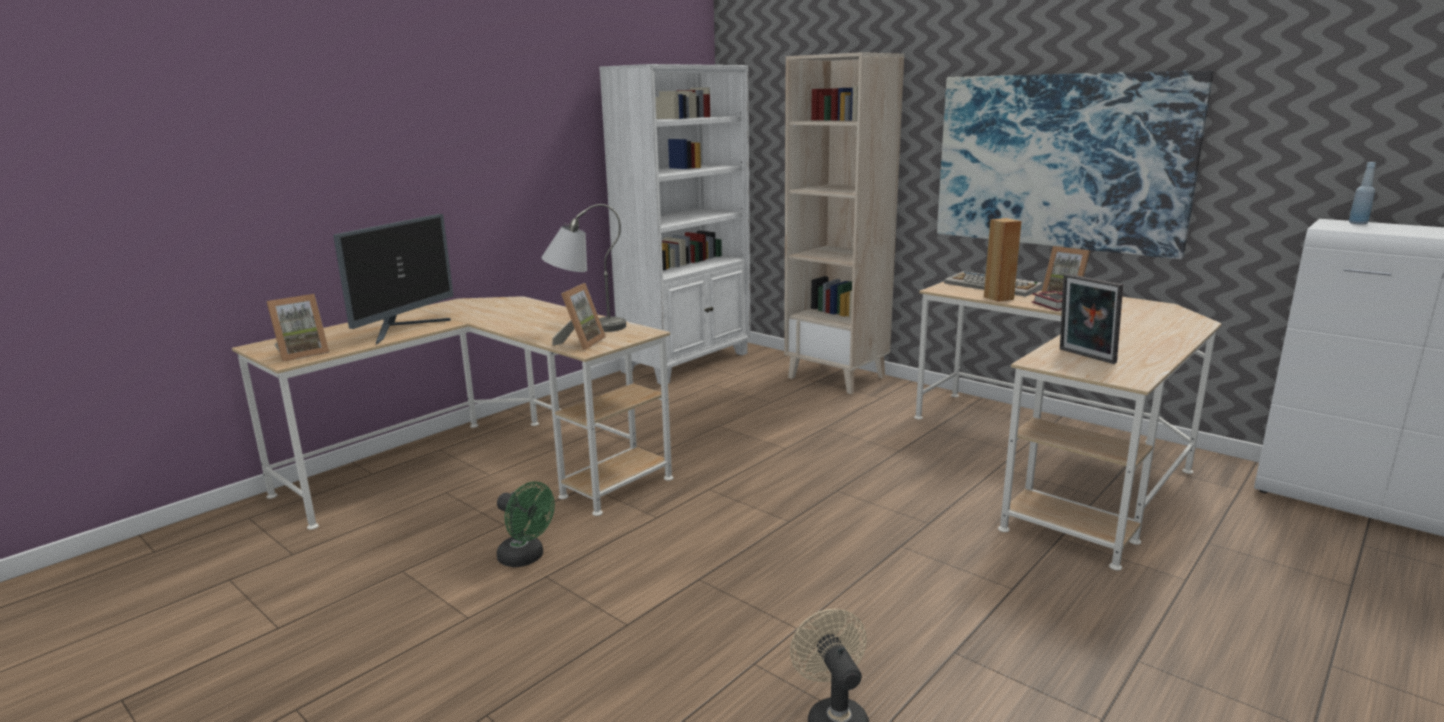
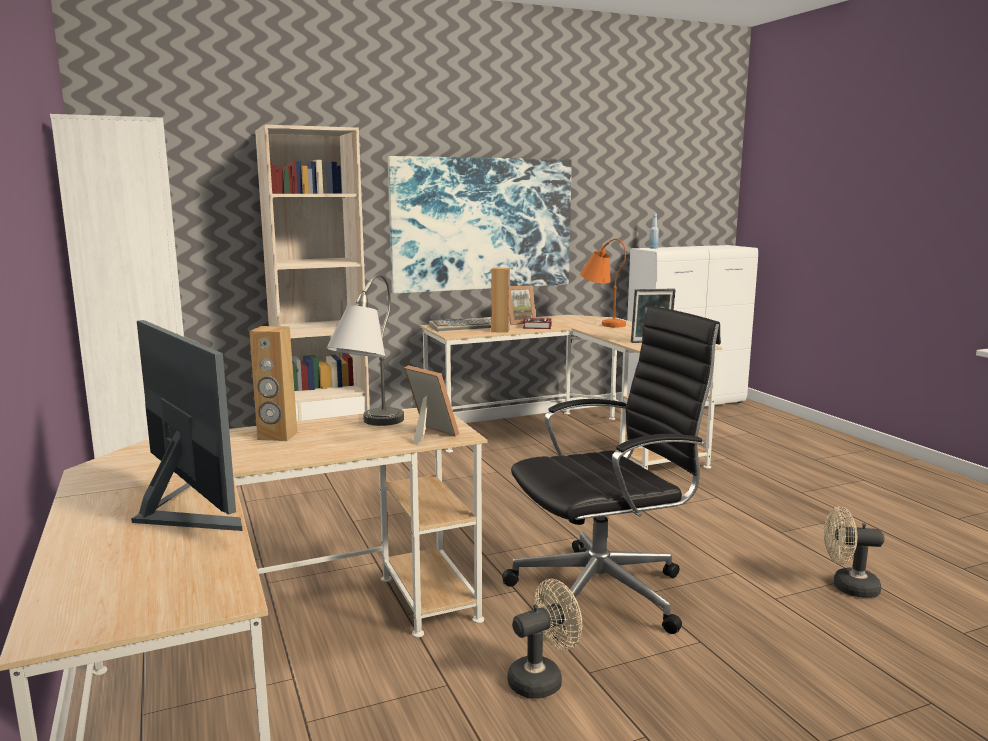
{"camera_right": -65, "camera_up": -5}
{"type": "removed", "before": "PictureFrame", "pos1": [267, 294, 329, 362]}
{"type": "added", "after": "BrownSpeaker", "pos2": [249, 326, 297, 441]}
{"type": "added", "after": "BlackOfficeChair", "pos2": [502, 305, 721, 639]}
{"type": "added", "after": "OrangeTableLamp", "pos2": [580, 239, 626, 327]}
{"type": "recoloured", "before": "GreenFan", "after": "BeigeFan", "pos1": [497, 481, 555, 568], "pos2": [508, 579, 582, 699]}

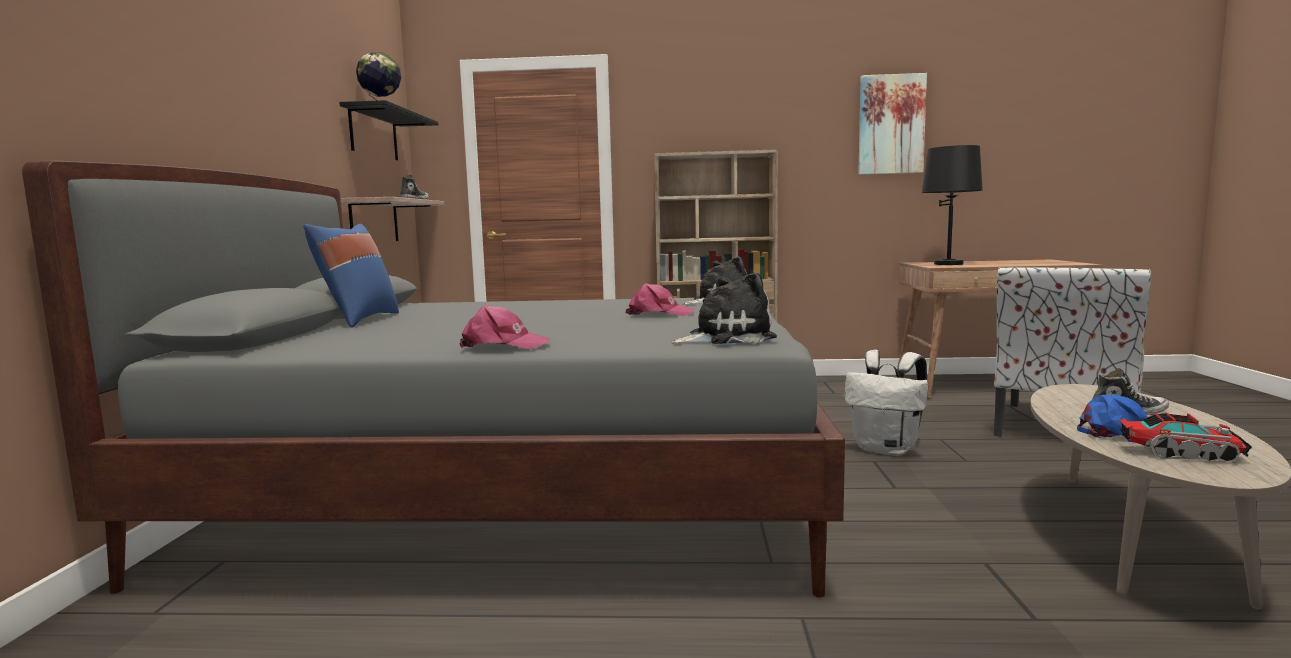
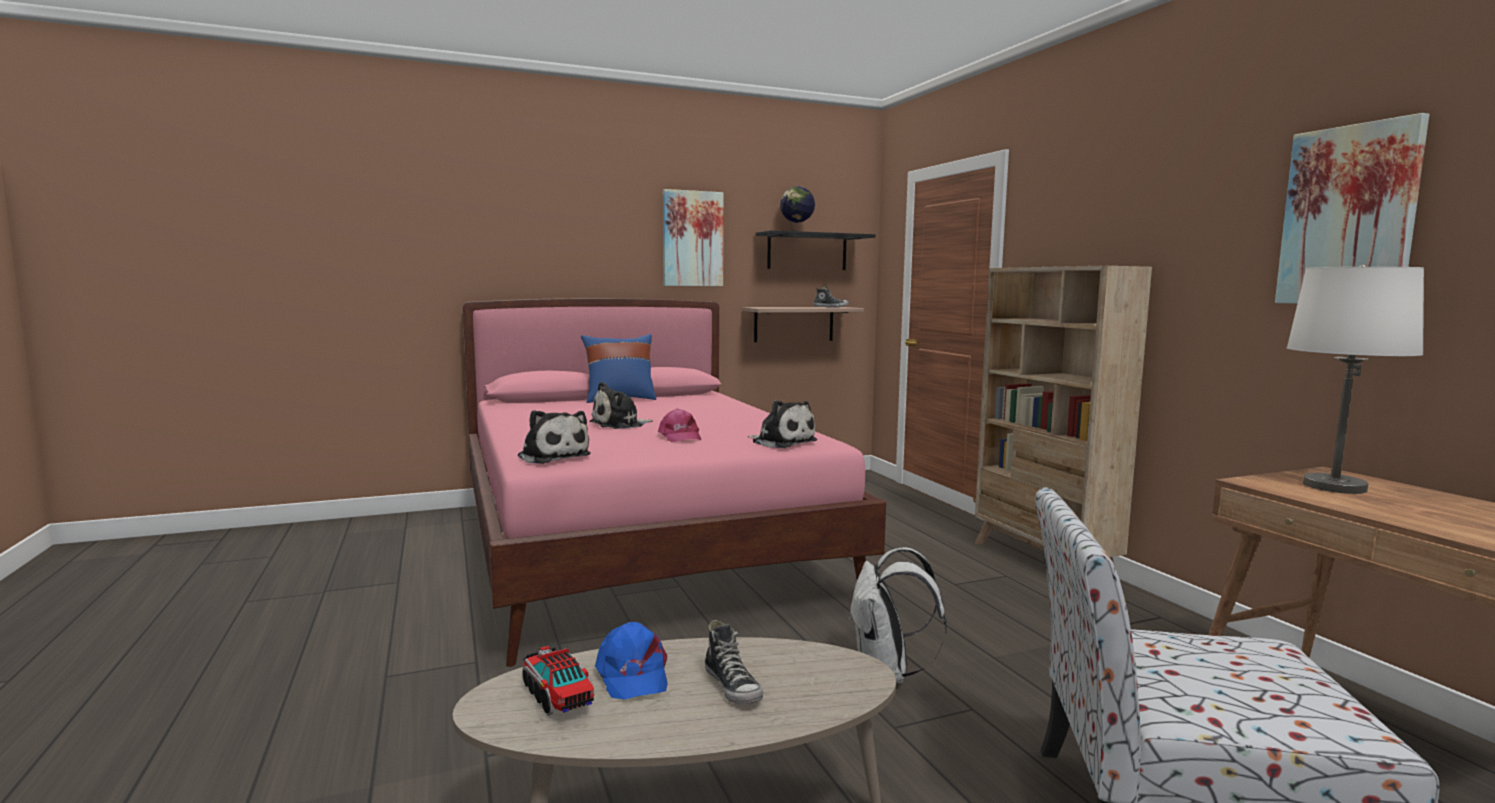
{"camera_right": 65, "camera_up": 0}
{"type": "removed", "before": "PinkCap", "pos1": [459, 305, 550, 349]}
{"type": "added", "after": "PlushToy", "pos2": [589, 382, 653, 429]}
{"type": "added", "after": "Picture", "pos2": [663, 189, 724, 286]}
{"type": "recoloured", "before": "GreyBed", "after": "PinkBed", "pos1": [22, 160, 845, 598], "pos2": [463, 298, 886, 667]}
{"type": "recoloured", "before": "BlackTableLamp", "after": "WhiteTableLamp", "pos1": [922, 145, 983, 265], "pos2": [1287, 264, 1424, 494]}
{"type": "turned", "before": "ToyTruck", "pos1": [1120, 413, 1252, 461], "pos2": [522, 646, 594, 716], "turn": 150}

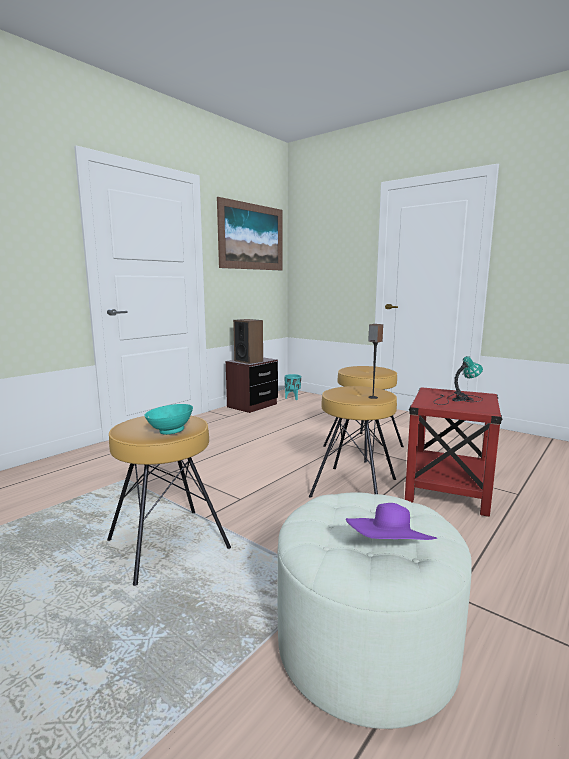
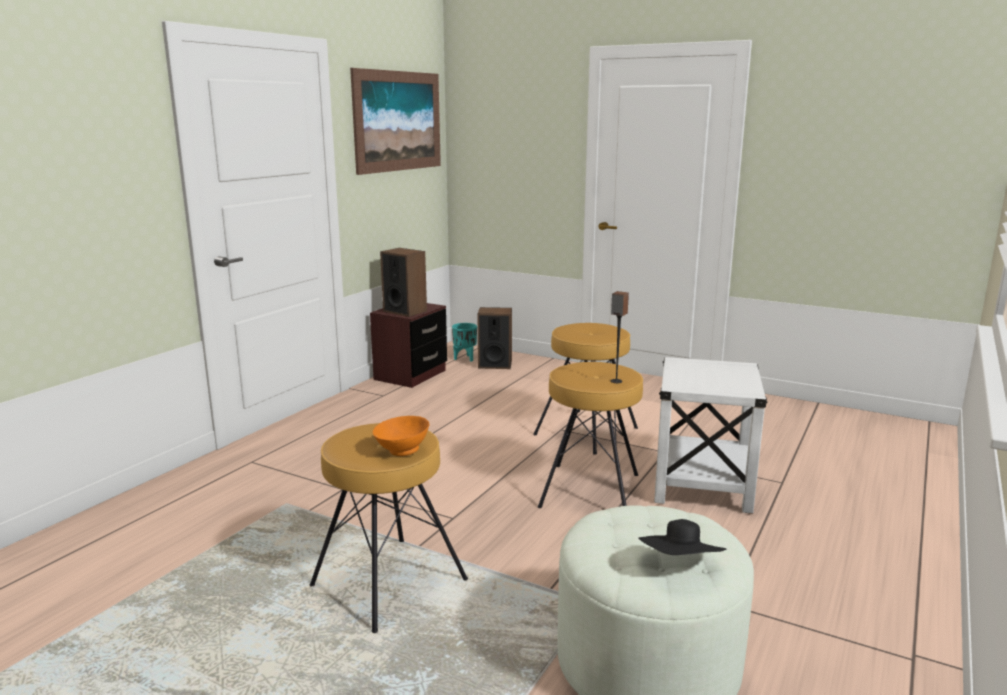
{"camera_right": -10, "camera_up": 5}
{"type": "removed", "before": "TableLamp", "pos1": [434, 356, 483, 405]}
{"type": "added", "after": "Speaker", "pos2": [478, 307, 512, 369]}
{"type": "recoloured", "before": "TurquoiseBowl", "after": "OrangeBowl", "pos1": [144, 404, 193, 435], "pos2": [373, 416, 430, 456]}
{"type": "recoloured", "before": "PurpleHat", "after": "BlackHat", "pos1": [346, 503, 437, 540], "pos2": [638, 519, 726, 555]}
{"type": "recoloured", "before": "RedSideTable", "after": "WhiteSideTable", "pos1": [405, 387, 503, 517], "pos2": [654, 357, 767, 514]}

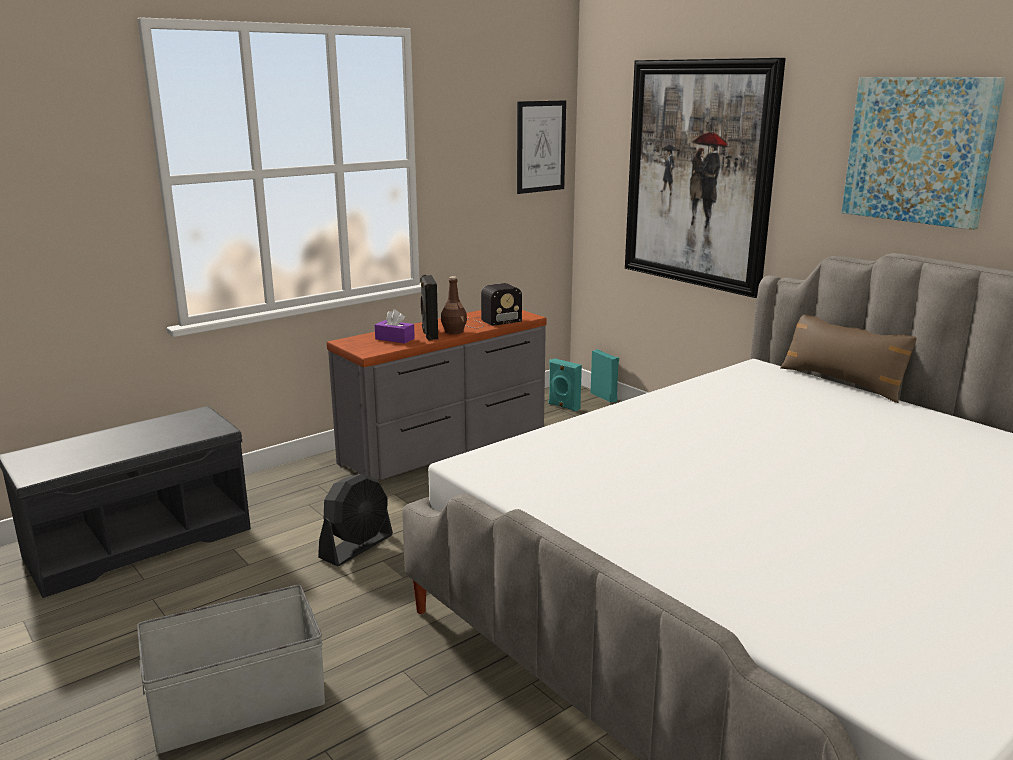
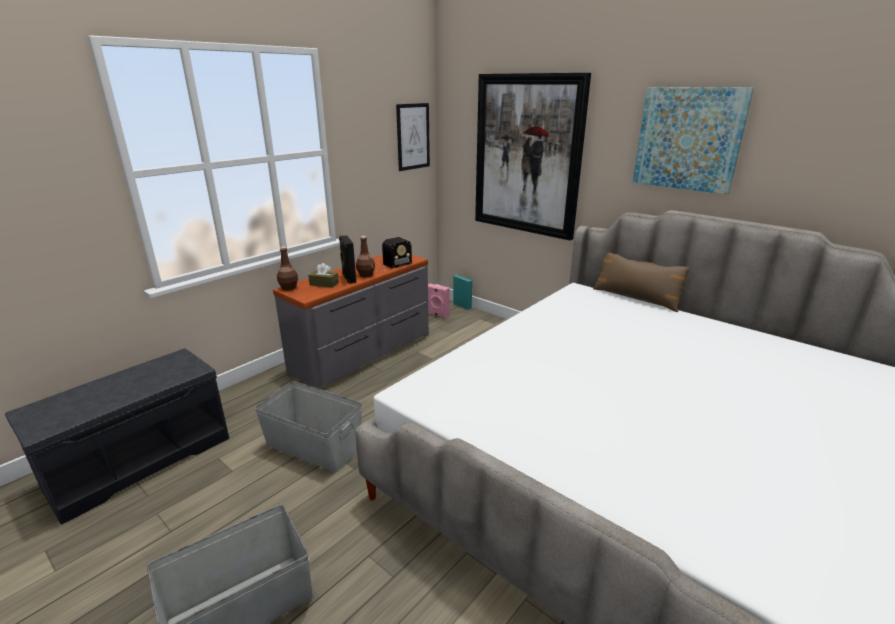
{"camera_right": -10, "camera_up": 5}
{"type": "added", "after": "BrownBottle", "pos2": [277, 246, 298, 291]}
{"type": "replaced", "before": "BlackFan", "after": "GreyStorageBox", "pos1": [318, 474, 393, 567], "pos2": [254, 381, 362, 473]}
{"type": "recoloured", "before": "PurpleTissueBox", "after": "BrownTissueBox", "pos1": [375, 309, 415, 344], "pos2": [308, 263, 339, 288]}
{"type": "recoloured", "before": "TurquoiseSpeaker", "after": "PinkSpeaker", "pos1": [549, 358, 582, 411], "pos2": [428, 284, 449, 319]}

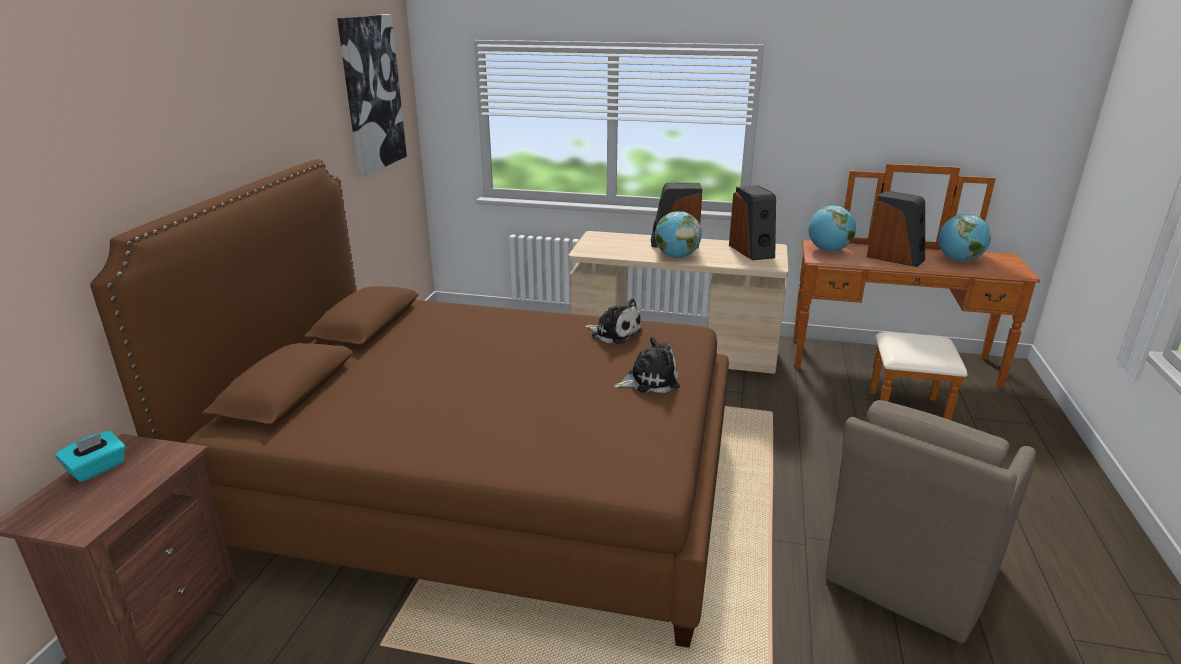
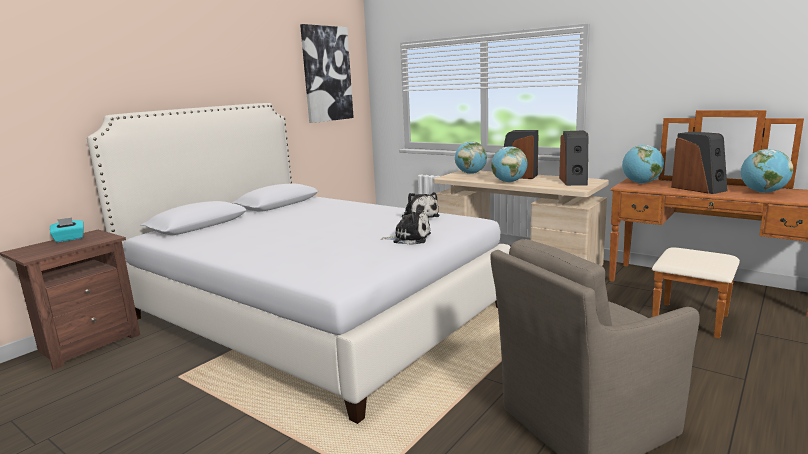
{"camera_right": 25, "camera_up": -10}
{"type": "added", "after": "Globe", "pos2": [455, 141, 487, 174]}
{"type": "recoloured", "before": "BrownBed", "after": "WhiteBed", "pos1": [90, 159, 729, 648], "pos2": [87, 103, 511, 424]}

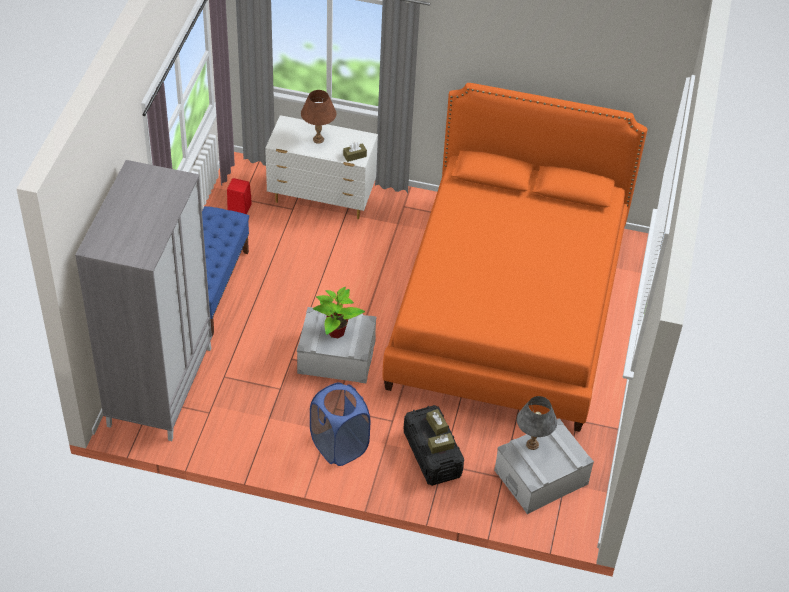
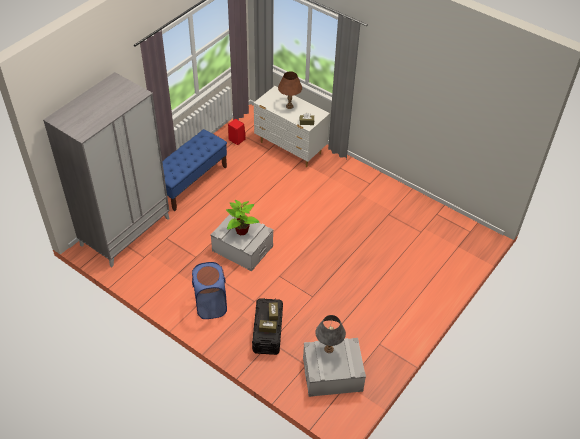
{"camera_right": 25, "camera_up": 0}
{"type": "removed", "before": "OrangeBed", "pos1": [382, 83, 648, 432]}

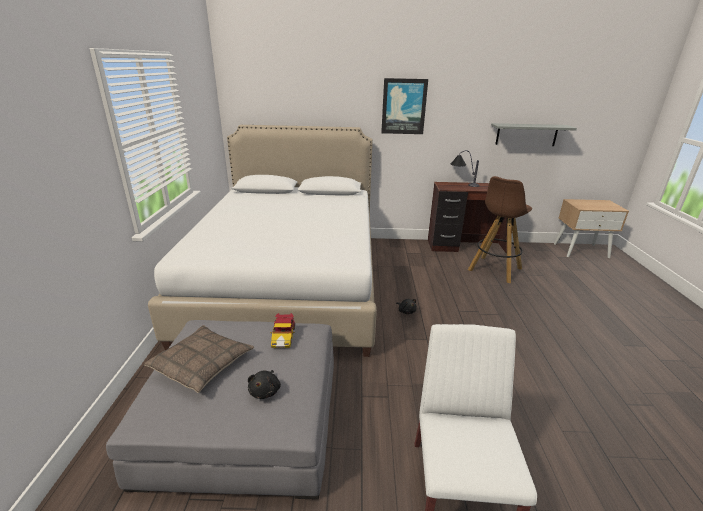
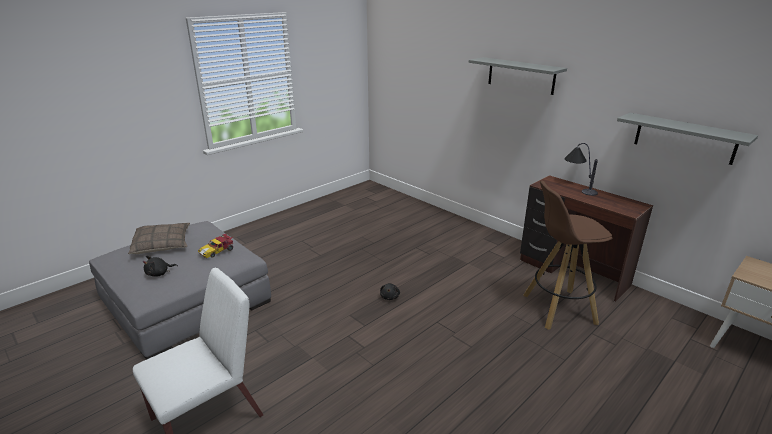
{"camera_right": 45, "camera_up": 0}
{"type": "removed", "before": "WhiteBed", "pos1": [148, 125, 377, 357]}
{"type": "replaced", "before": "Picture", "after": "GreyShelf", "pos1": [381, 78, 428, 134], "pos2": [469, 57, 567, 95]}

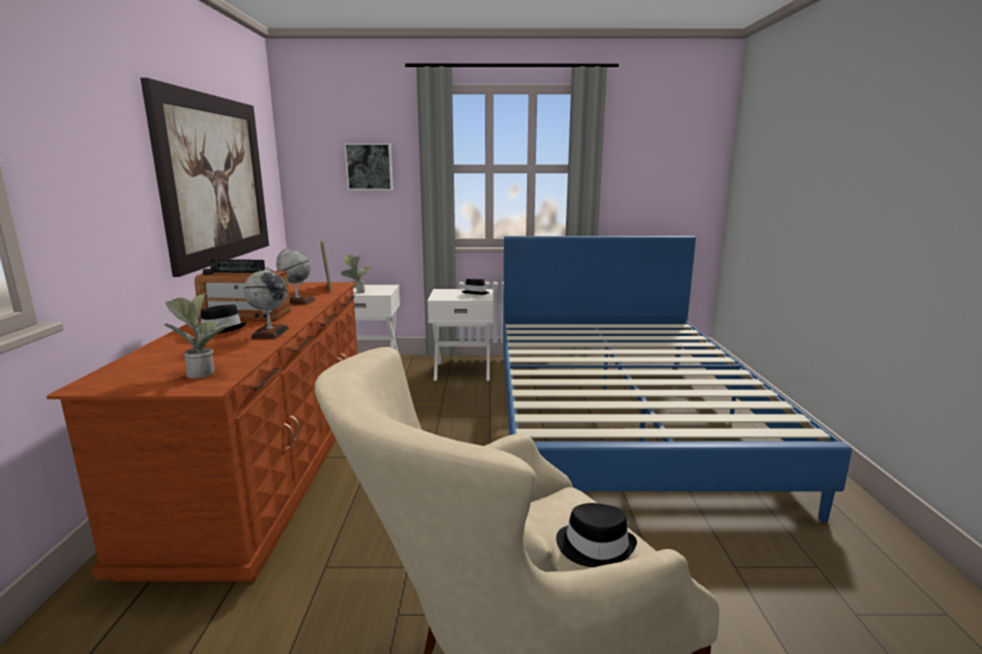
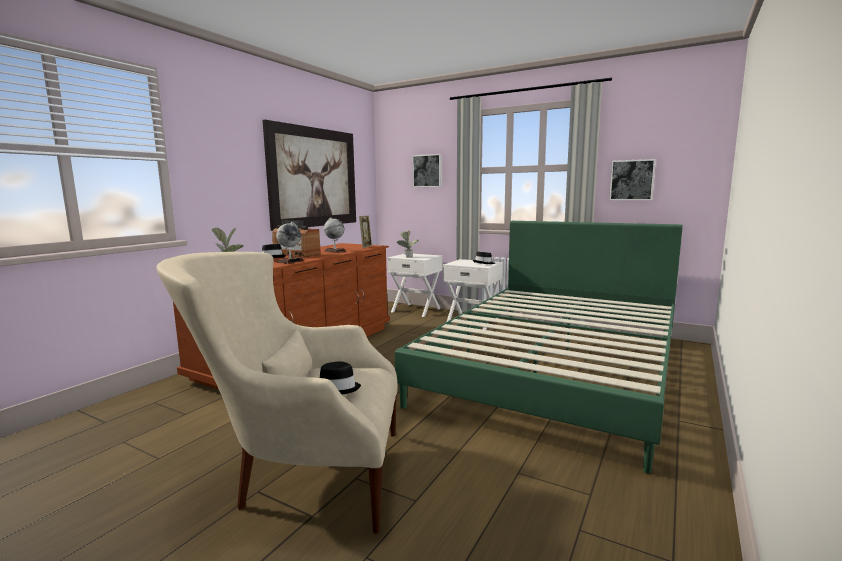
{"camera_right": 30, "camera_up": -5}
{"type": "added", "after": "Picture", "pos2": [609, 159, 656, 200]}
{"type": "recoloured", "before": "BlueBed", "after": "GreenBed", "pos1": [503, 236, 852, 522], "pos2": [395, 221, 683, 474]}

